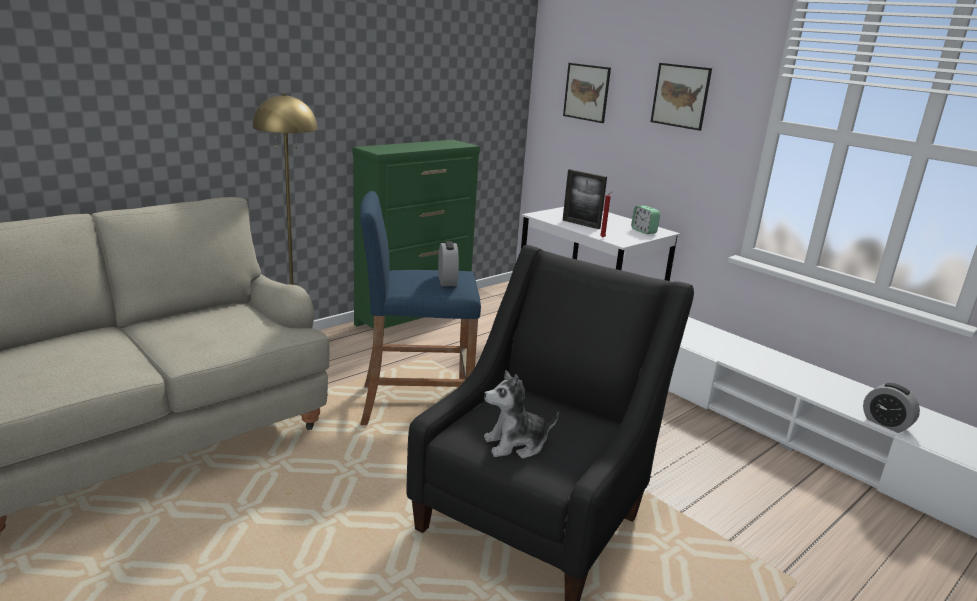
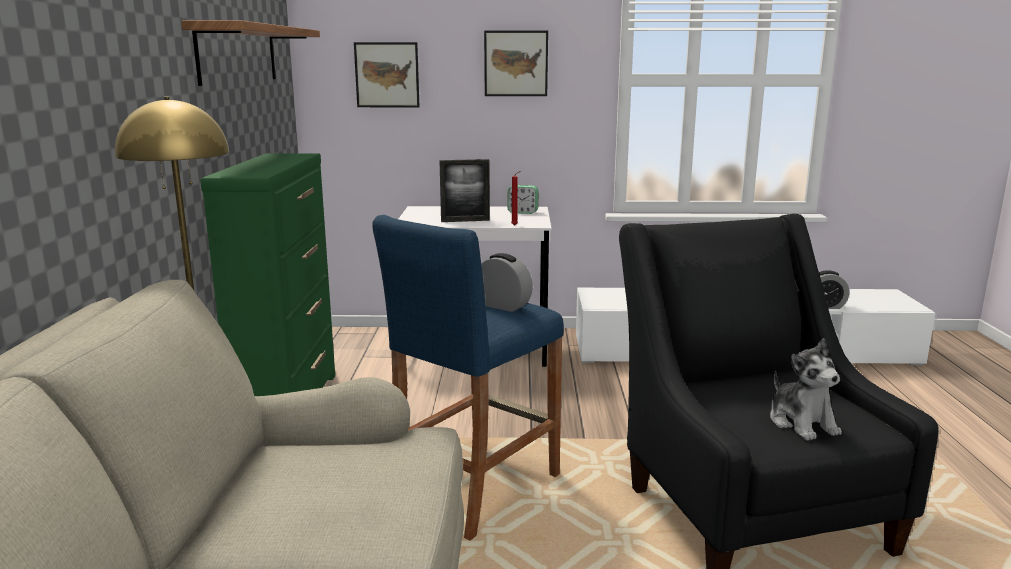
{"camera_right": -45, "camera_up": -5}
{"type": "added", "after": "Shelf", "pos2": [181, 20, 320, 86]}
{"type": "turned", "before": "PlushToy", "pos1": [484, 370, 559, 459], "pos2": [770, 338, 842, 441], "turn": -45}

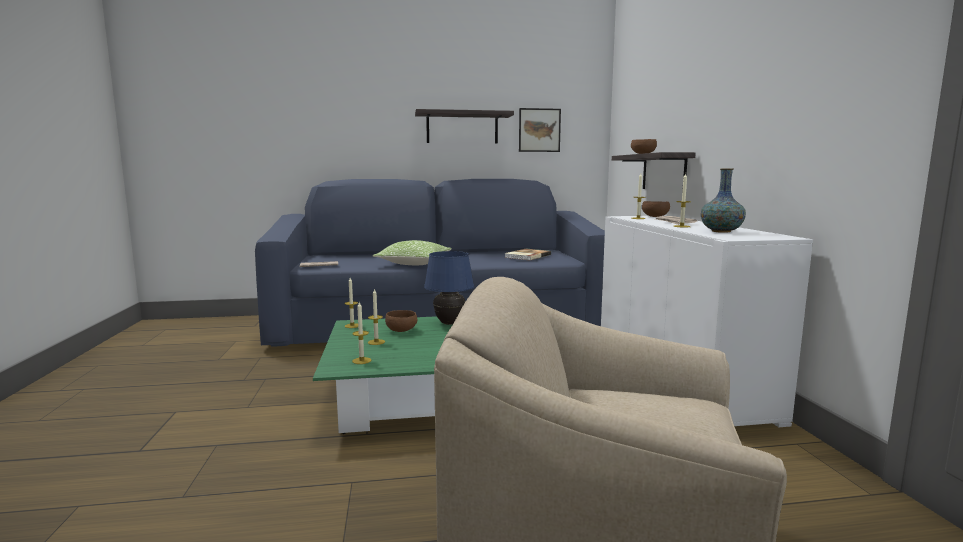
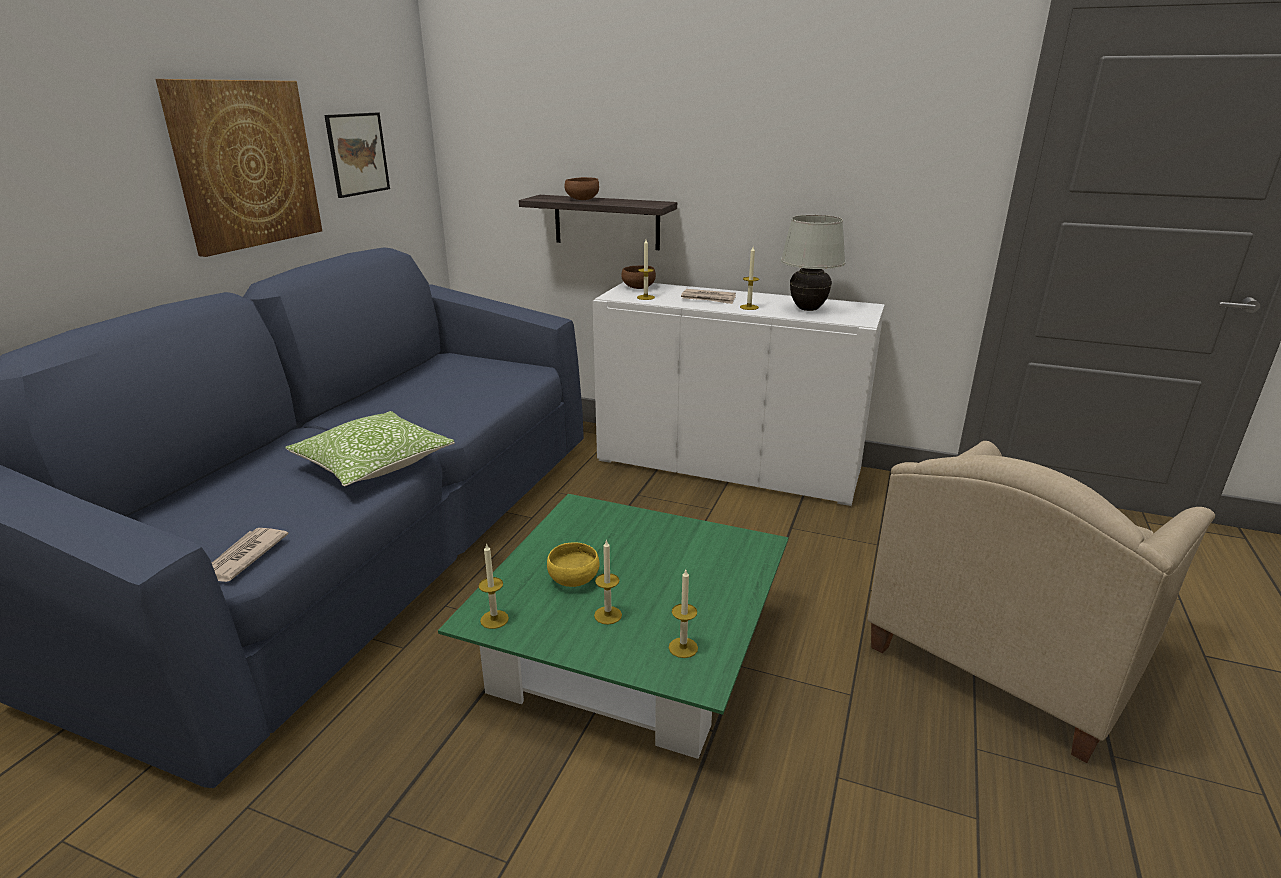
{"camera_right": -60, "camera_up": 15}
{"type": "removed", "before": "BlueTableLamp", "pos1": [424, 251, 474, 325]}
{"type": "removed", "before": "Book", "pos1": [504, 249, 551, 260]}
{"type": "replaced", "before": "Shelf", "after": "Picture", "pos1": [415, 109, 514, 144], "pos2": [156, 79, 322, 257]}
{"type": "replaced", "before": "Vase", "after": "WhiteTableLamp", "pos1": [701, 168, 746, 233], "pos2": [781, 215, 845, 311]}
{"type": "recoloured", "before": "BrownBowl", "after": "YellowBowl", "pos1": [385, 310, 418, 332], "pos2": [547, 542, 600, 587]}

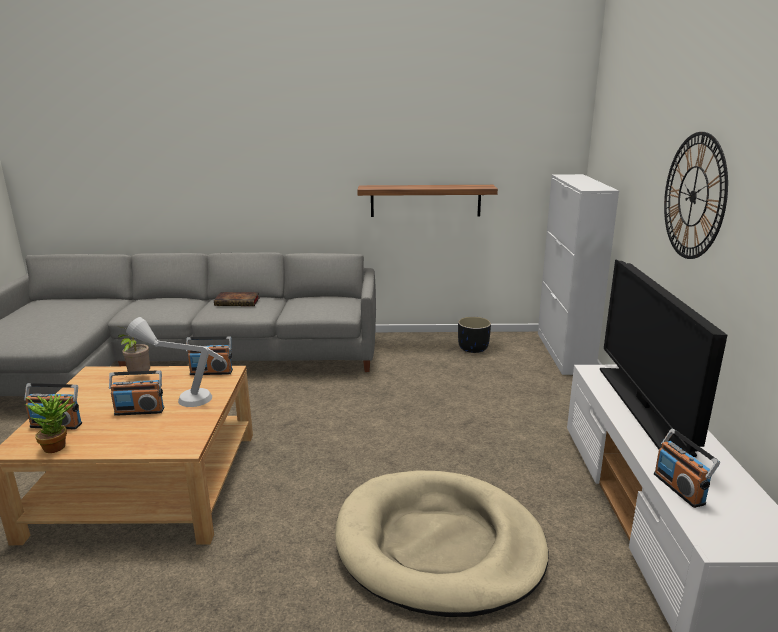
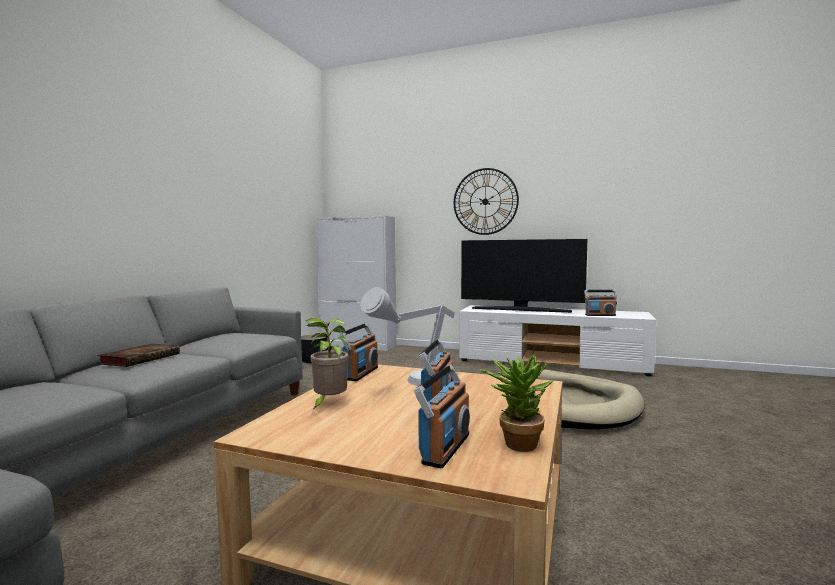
{"camera_right": -70, "camera_up": -15}
{"type": "removed", "before": "Shelf", "pos1": [357, 185, 498, 217]}

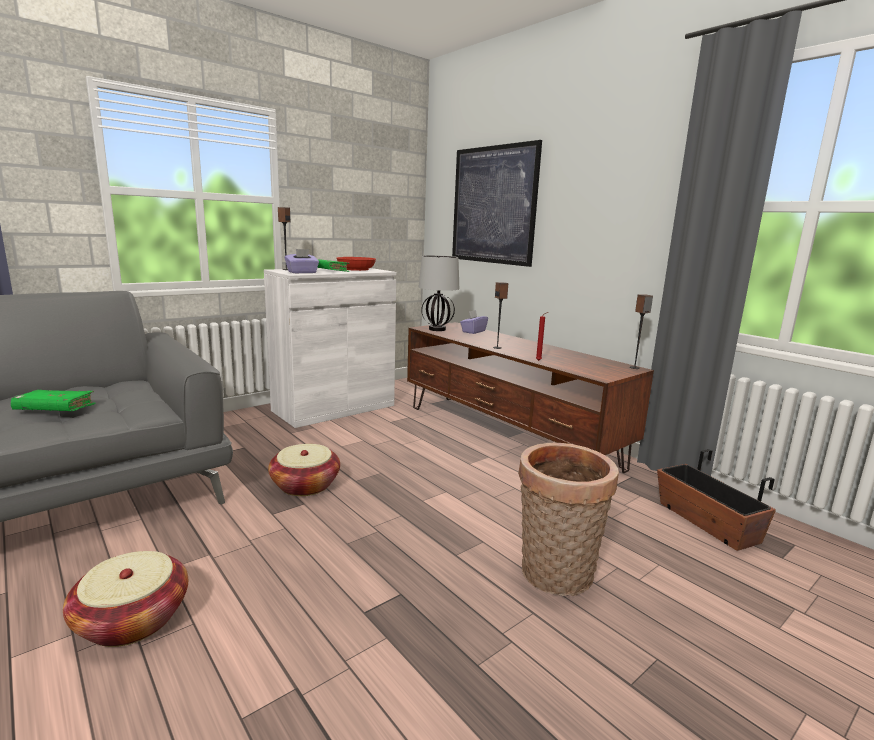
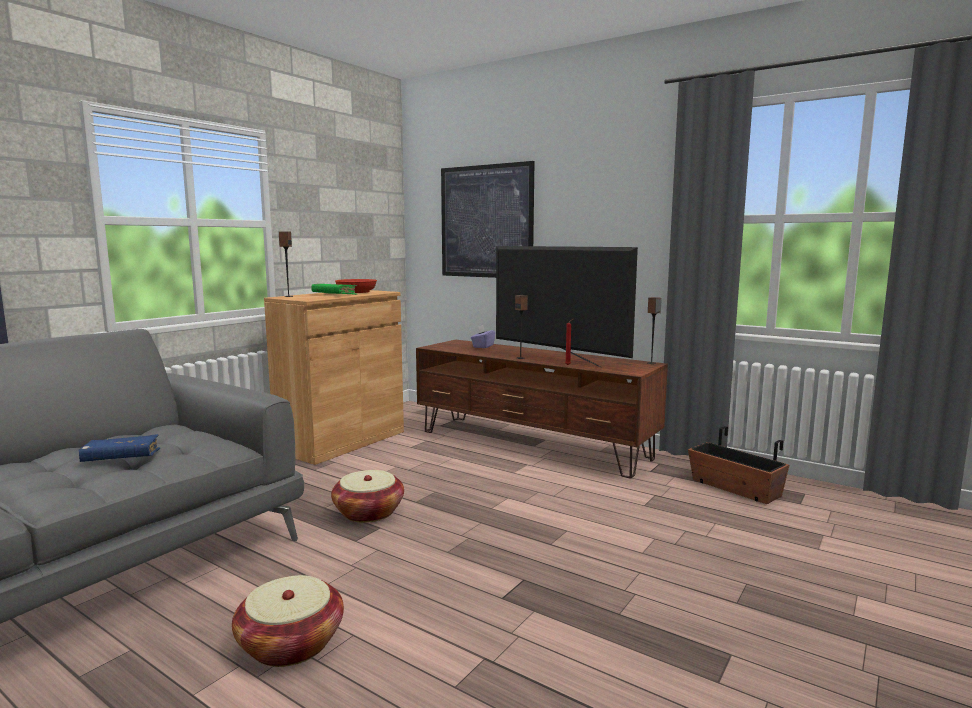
{"camera_right": -15, "camera_up": -5}
{"type": "removed", "before": "PurpleTissueBox", "pos1": [285, 249, 319, 273]}
{"type": "removed", "before": "TableLamp", "pos1": [418, 255, 459, 331]}
{"type": "removed", "before": "Basket", "pos1": [518, 443, 619, 596]}
{"type": "added", "after": "Television", "pos2": [496, 246, 638, 367]}
{"type": "recoloured", "before": "GreenBook", "after": "BlueBook", "pos1": [11, 390, 96, 411], "pos2": [78, 434, 161, 462]}
{"type": "recoloured", "before": "WhiteCabinet", "after": "BrownCabinet", "pos1": [264, 268, 396, 428], "pos2": [264, 290, 404, 465]}

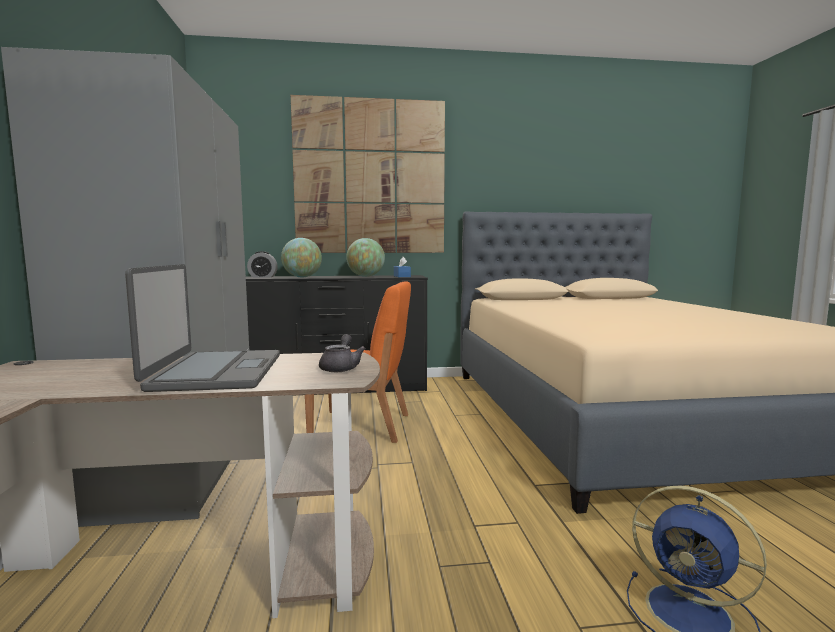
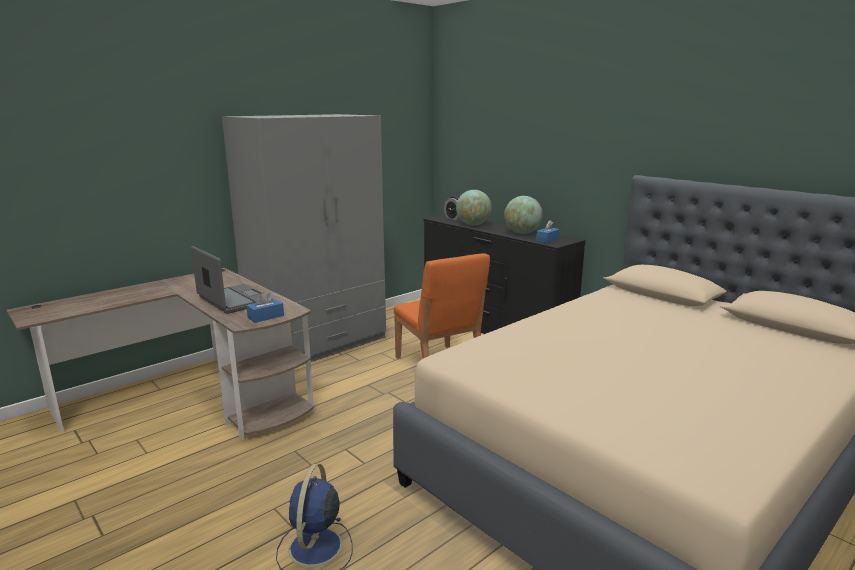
{"camera_right": 55, "camera_up": 10}
{"type": "removed", "before": "Picture", "pos1": [291, 95, 445, 253]}
{"type": "replaced", "before": "GreyTeapot", "after": "BlueTissueBox", "pos1": [319, 334, 366, 372], "pos2": [247, 292, 284, 323]}
{"type": "turned", "before": "Laptop", "pos1": [125, 264, 280, 392], "pos2": [191, 246, 274, 314], "turn": -90}

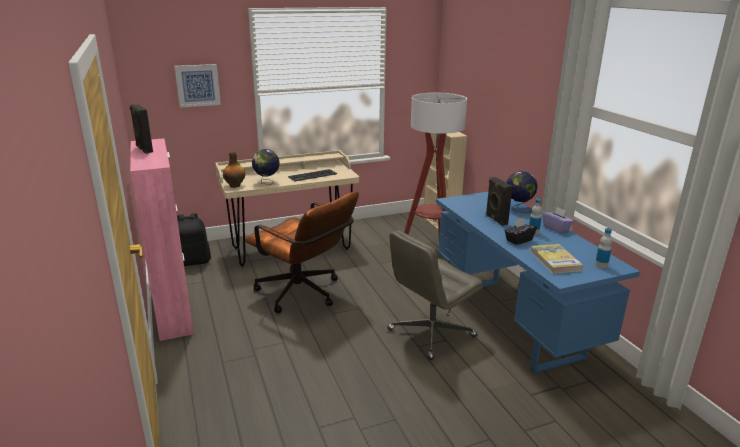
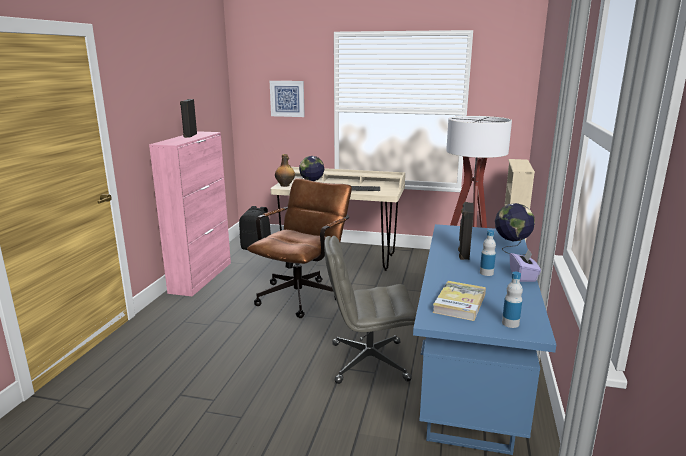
{"camera_right": 35, "camera_up": -5}
{"type": "removed", "before": "BlackTissueBox", "pos1": [505, 218, 537, 245]}
{"type": "turned", "before": "BrownOfficeChair", "pos1": [245, 192, 359, 313], "pos2": [247, 178, 352, 318], "turn": -135}

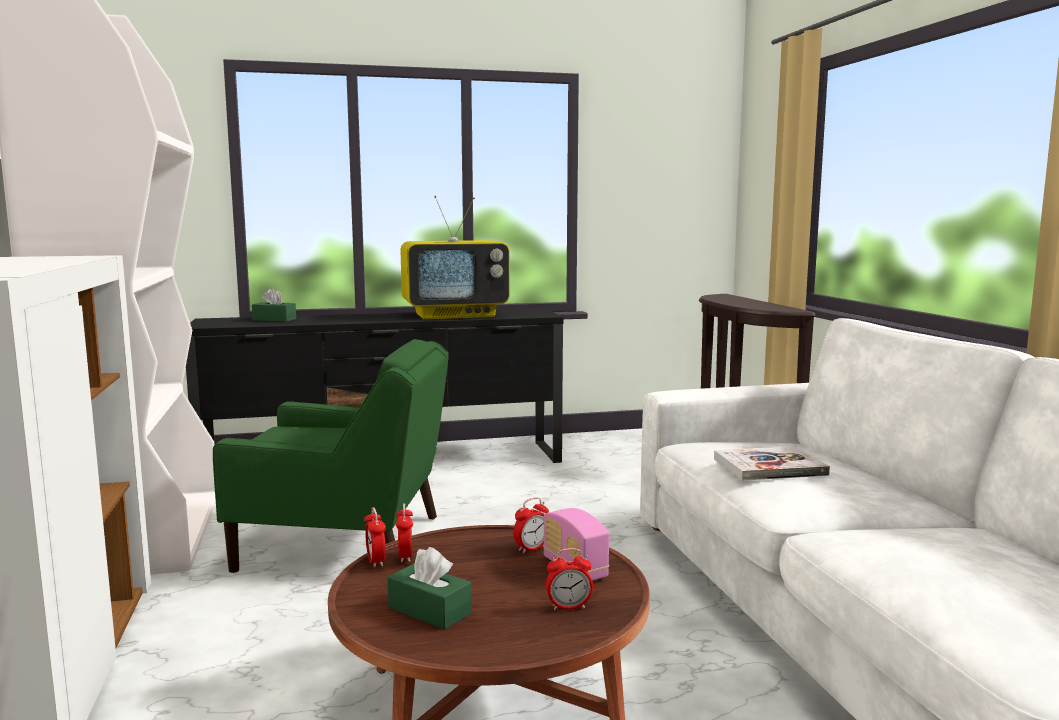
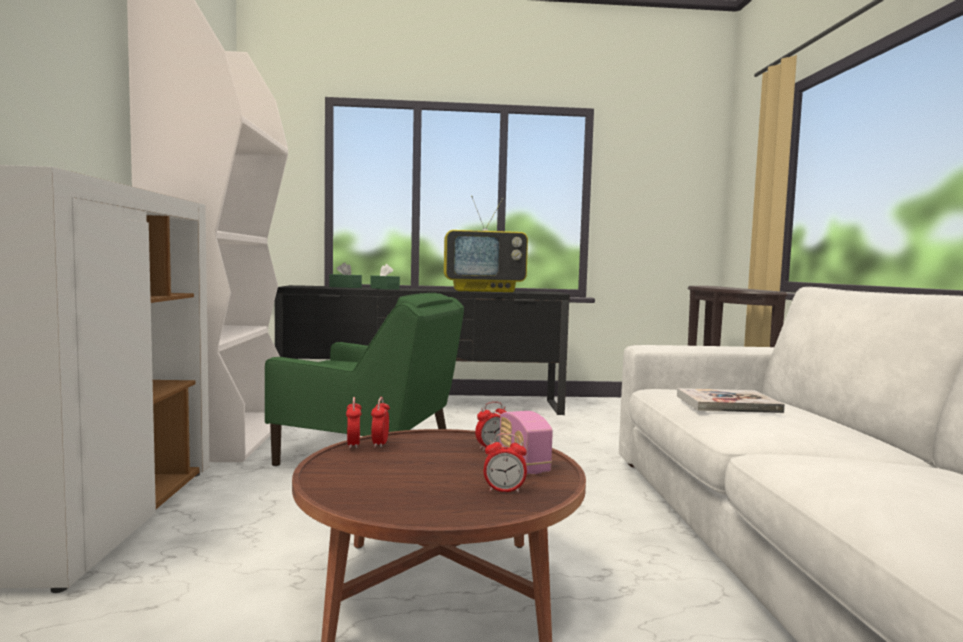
{"camera_right": 10, "camera_up": -5}
{"type": "moved", "before": "GreenTissueBox", "pos1": [387, 547, 472, 630], "pos2": [370, 264, 400, 290]}

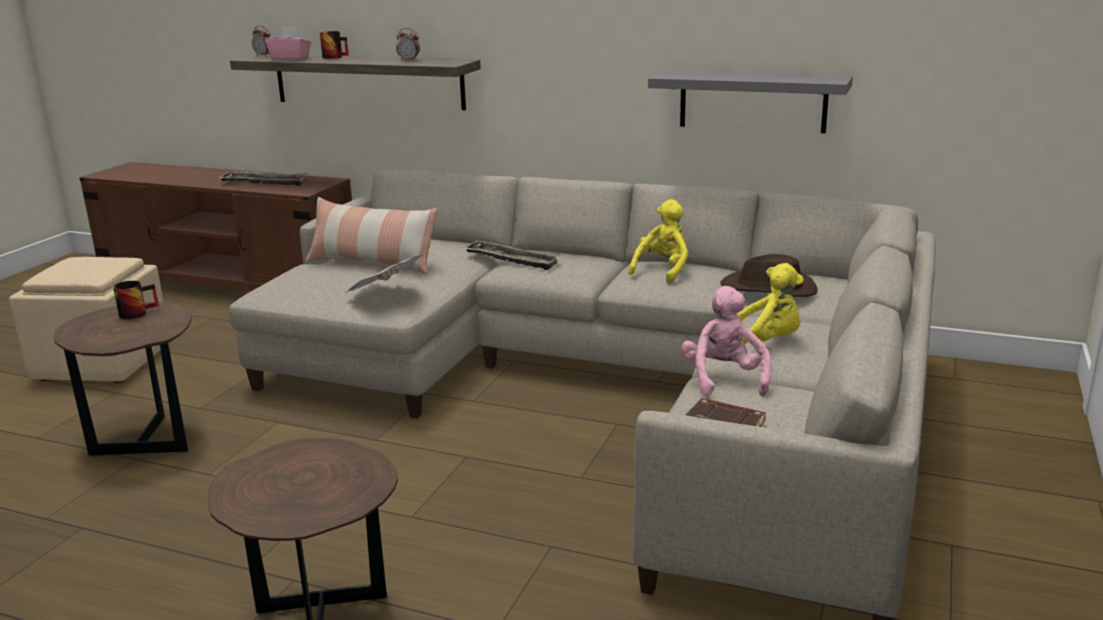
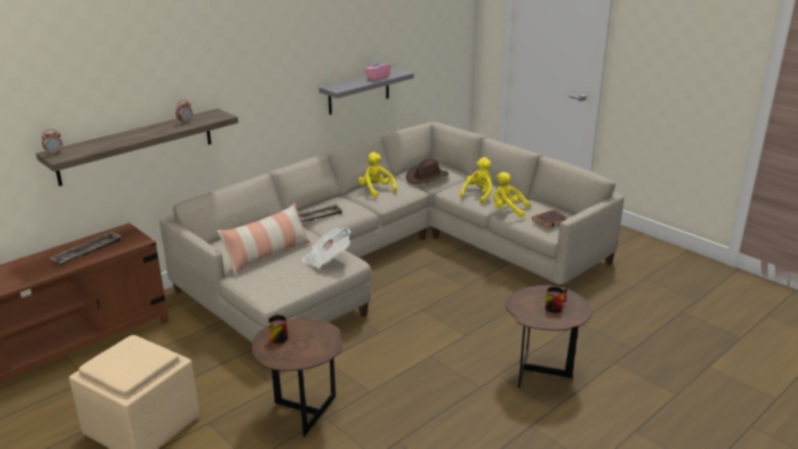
{"camera_right": -65, "camera_up": 5}
{"type": "moved", "before": "PinkTissueBox", "pos1": [265, 27, 311, 60], "pos2": [365, 58, 391, 80]}
{"type": "moved", "before": "Mug", "pos1": [320, 31, 349, 59], "pos2": [545, 287, 567, 313]}
{"type": "recoloured", "before": "PinkPlushToy", "after": "YellowPlushToy", "pos1": [681, 286, 772, 396], "pos2": [493, 172, 530, 217]}

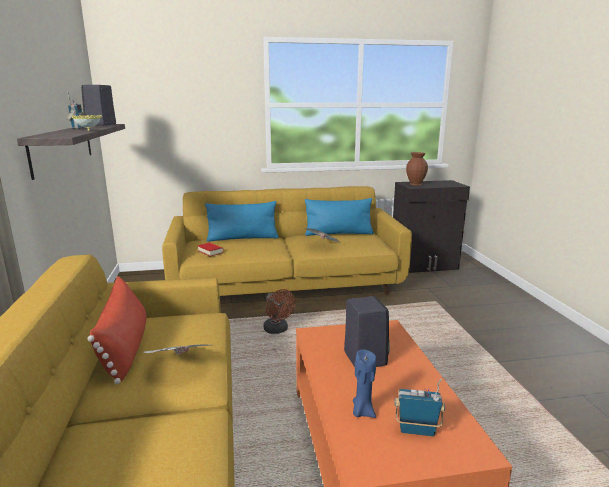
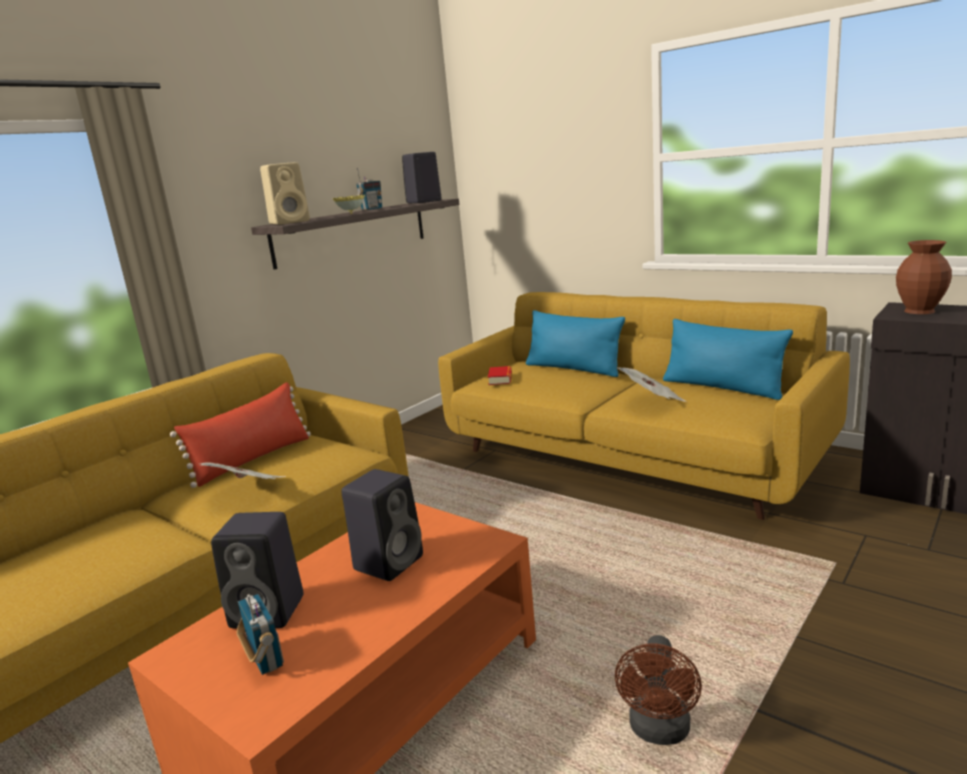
{"camera_right": 50, "camera_up": 0}
{"type": "added", "after": "BeigeSpeaker", "pos2": [260, 162, 310, 225]}
{"type": "moved", "before": "BrownFan", "pos1": [263, 289, 296, 334], "pos2": [615, 635, 702, 745]}
{"type": "replaced", "before": "BlueCandle", "after": "BlackSpeaker", "pos1": [353, 349, 376, 418], "pos2": [211, 512, 304, 629]}

